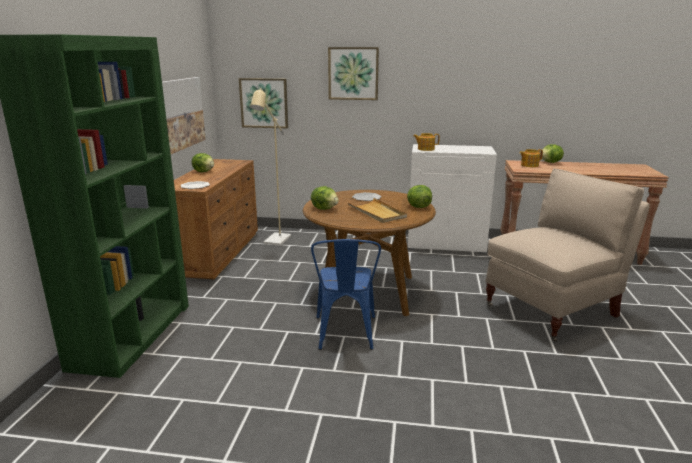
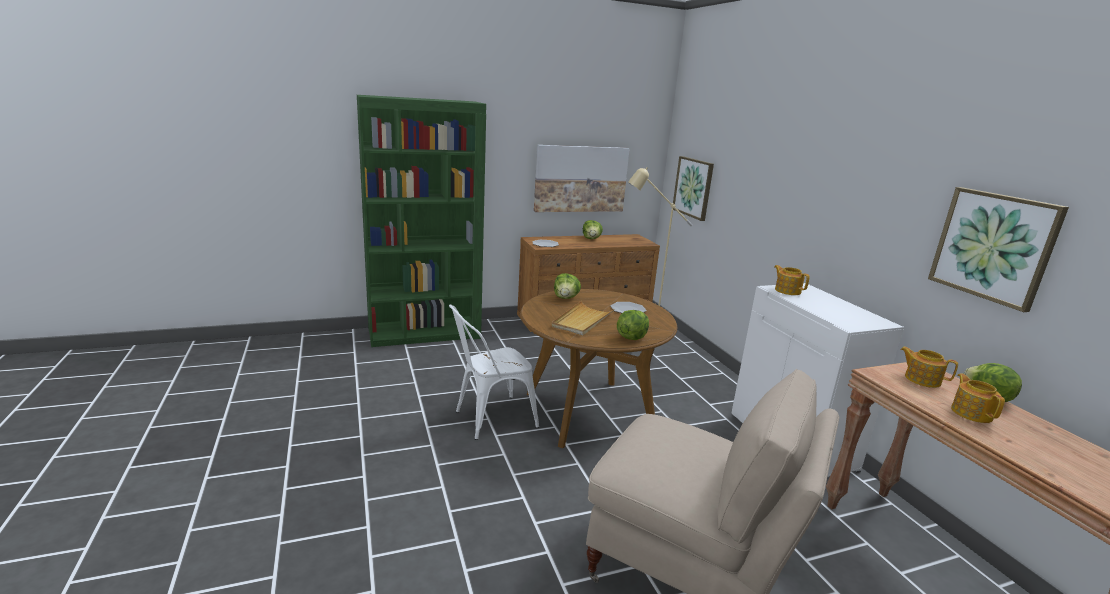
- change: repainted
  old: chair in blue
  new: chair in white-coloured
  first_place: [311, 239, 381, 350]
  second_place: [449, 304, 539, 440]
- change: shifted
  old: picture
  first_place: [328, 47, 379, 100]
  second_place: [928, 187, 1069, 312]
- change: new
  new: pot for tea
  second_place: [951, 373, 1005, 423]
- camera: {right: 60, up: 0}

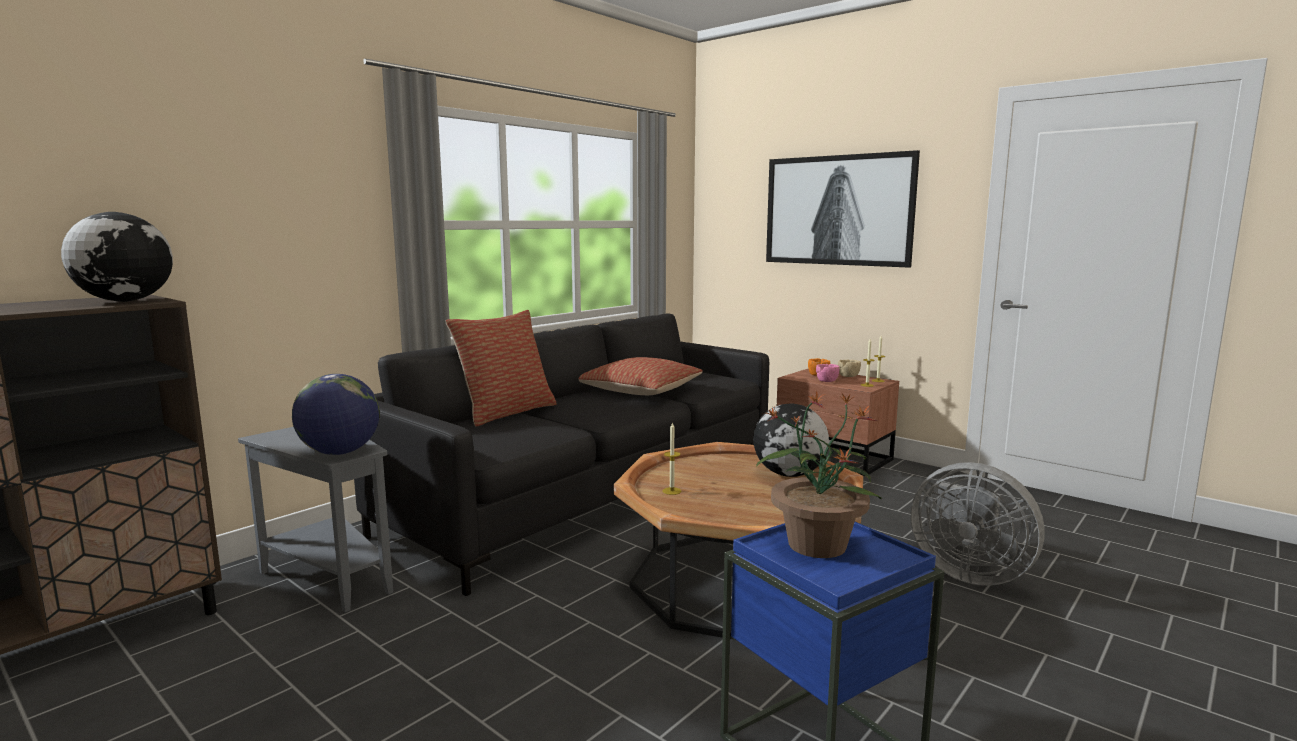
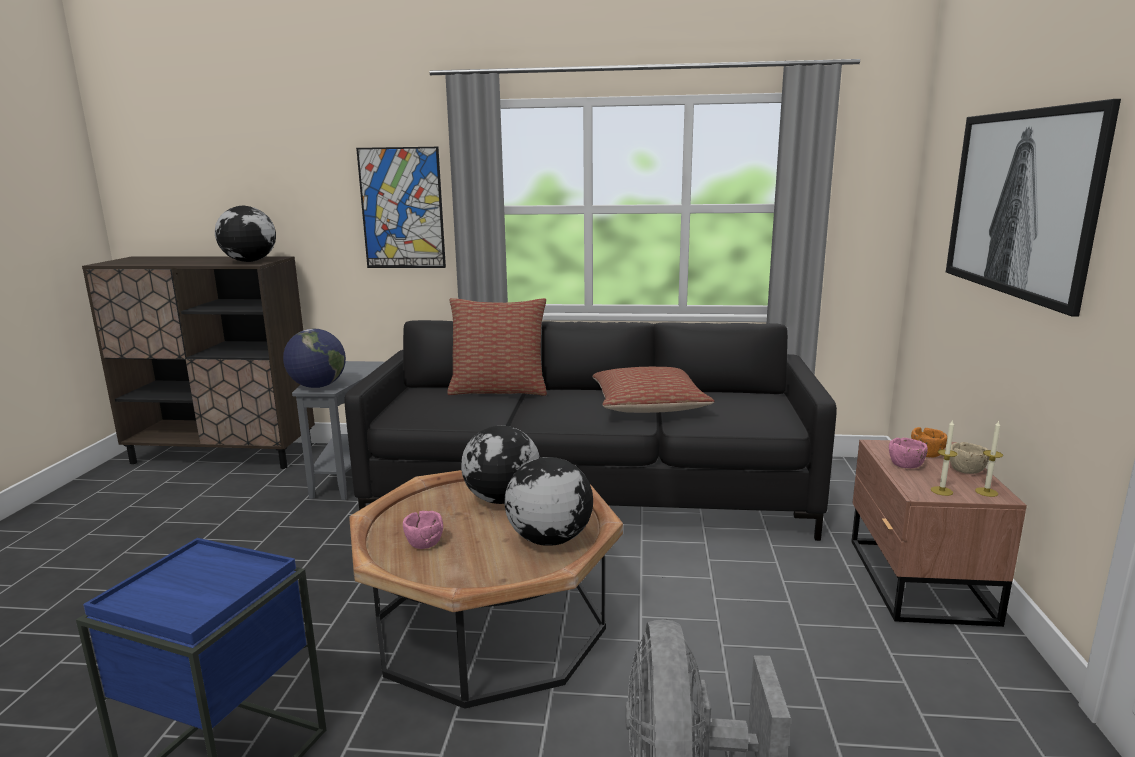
- change: new
  new: picture
  second_place: [356, 147, 446, 268]
- change: new
  new: bowl in pink
  second_place: [403, 511, 443, 549]
- change: new
  new: globe
  second_place: [461, 426, 540, 504]
- change: gone
  old: wax candle
  first_place: [663, 422, 681, 495]
- change: gone
  old: potted plant
  first_place: [756, 390, 881, 558]
- camera: {right: 55, up: 5}

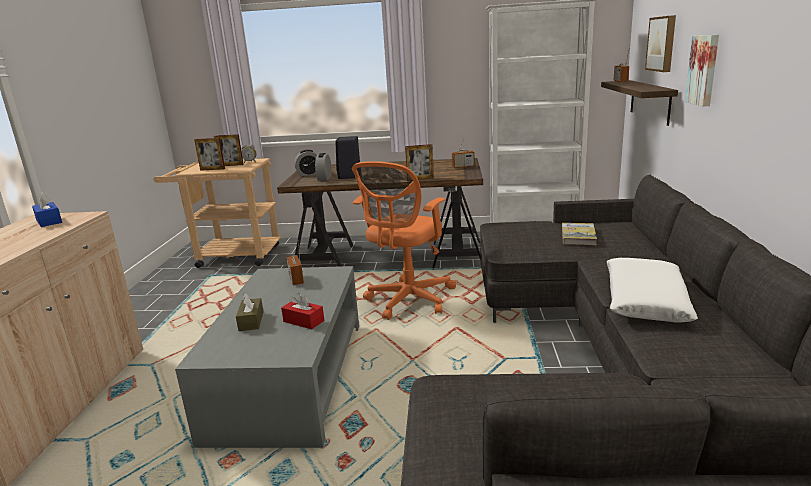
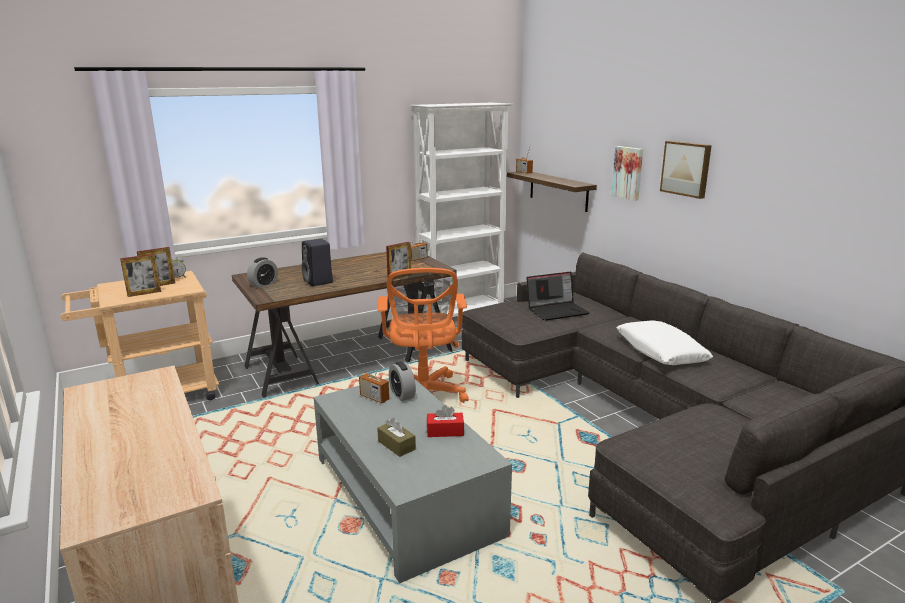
- change: shifted
  old: alarm clock
  first_place: [315, 153, 332, 181]
  second_place: [389, 361, 416, 401]
- change: swapped
  old: bound book
  new: laptop
  first_place: [562, 223, 597, 245]
  second_place: [526, 272, 590, 321]
- change: shifted
  old: picture
  first_place: [645, 15, 676, 72]
  second_place: [660, 141, 712, 199]
- change: gone
  old: tissue holder in blue
  first_place: [32, 192, 62, 227]
- camera: {right: -35, up: 0}

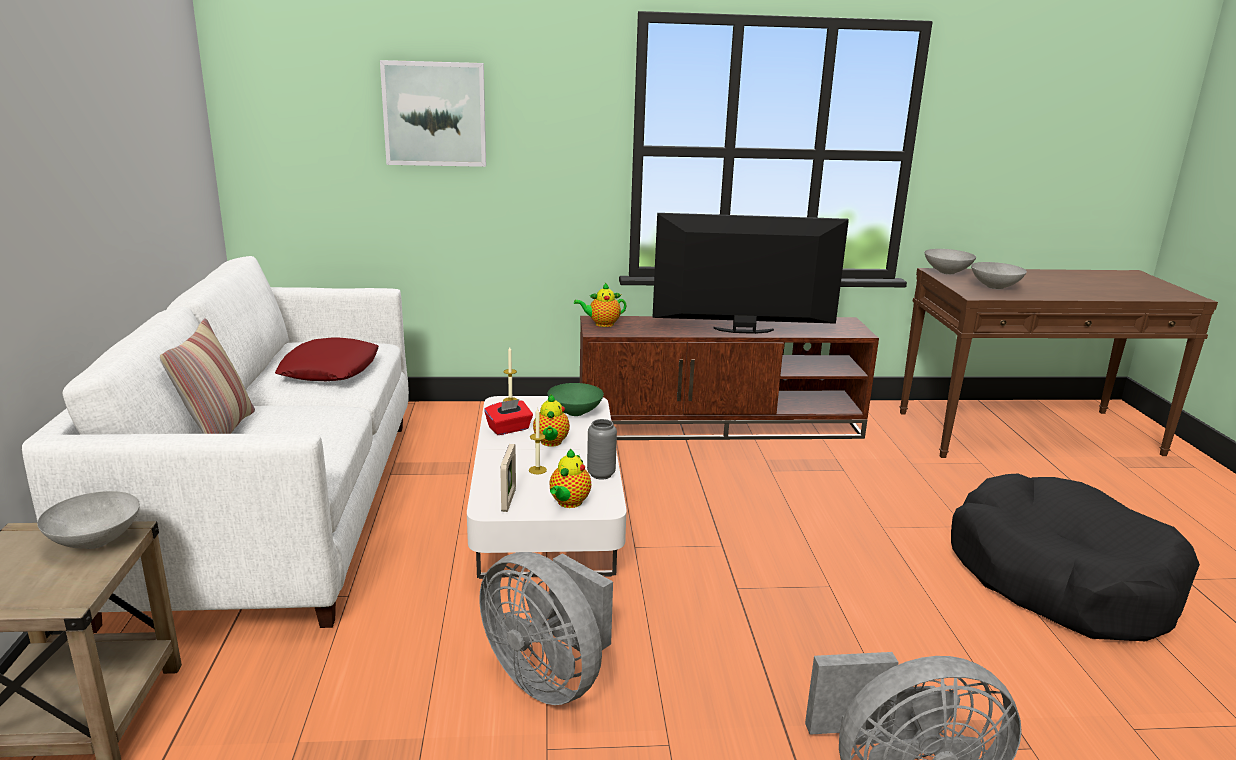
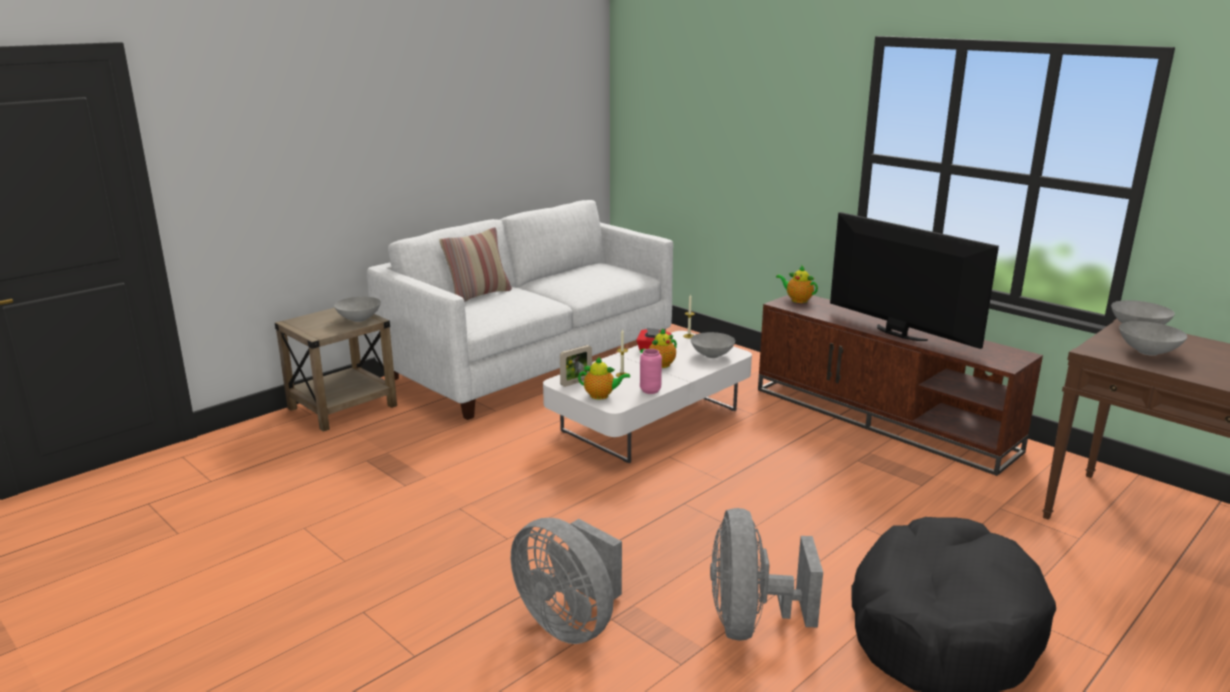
- change: rotated
  old: pot for tea
  first_place: [549, 449, 591, 508]
  second_place: [578, 357, 630, 399]
  degrees: -150
- change: repainted
  old: decorative vase in grey
  new: decorative vase in pink
  first_place: [587, 419, 617, 479]
  second_place: [640, 349, 662, 394]
- change: repainted
  old: bowl in greenish
  new: bowl in grey
  first_place: [547, 383, 604, 416]
  second_place: [690, 332, 735, 358]
- change: shifted
  old: fan in grey
  first_place: [479, 552, 613, 705]
  second_place: [710, 508, 823, 641]
- change: gone
  old: cushion in reddish
  first_place: [275, 338, 379, 381]
- change: gone
  old: picture
  first_place: [380, 60, 486, 167]
- camera: {right: 50, up: 0}

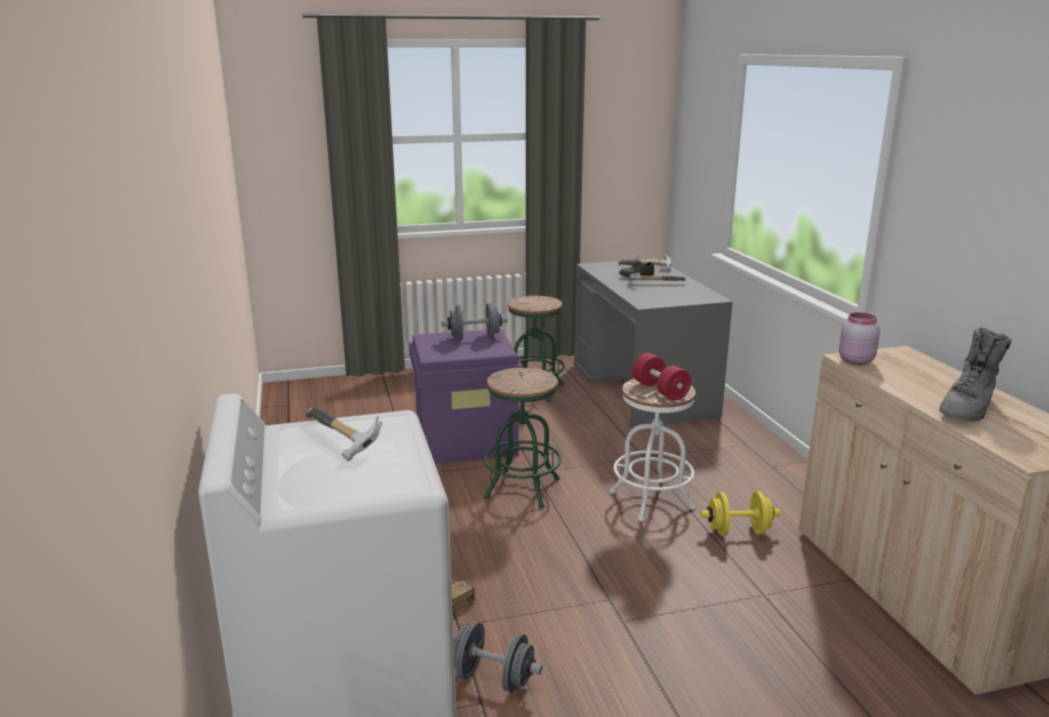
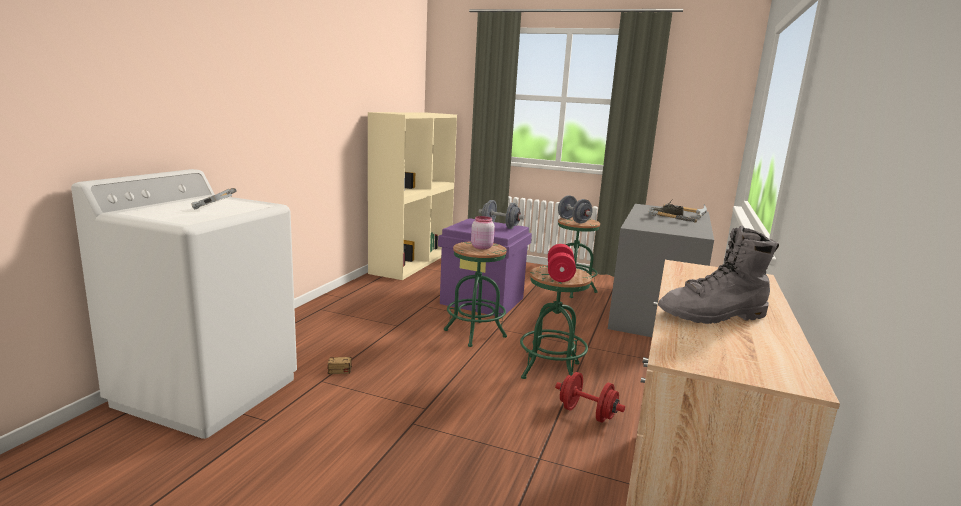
- change: new
  new: bookcase in sand-coloured
  second_place: [368, 112, 457, 280]
- change: shifted
  old: storage jar in pink
  first_place: [839, 312, 880, 365]
  second_place: [471, 216, 495, 249]
- change: repainted
  old: stool in white-coloured
  new: stool in greenish
  first_place: [610, 379, 696, 521]
  second_place: [520, 266, 592, 379]
- change: repainted
  old: dumbbell in yellow-coloured
  new: dumbbell in reddish
  first_place: [700, 491, 781, 536]
  second_place: [555, 372, 625, 423]
- change: shifted
  old: dumbbell in grey
  first_place: [454, 621, 543, 693]
  second_place: [558, 195, 593, 224]
- camera: {right: 35, up: -5}

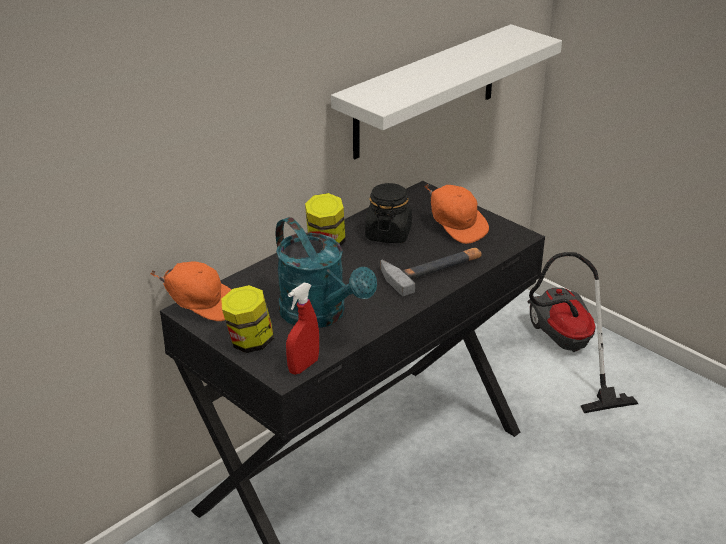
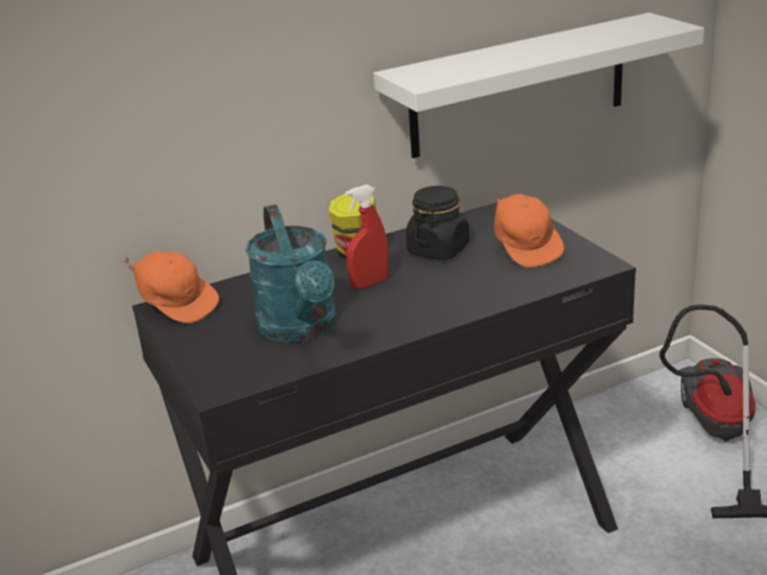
- change: shifted
  old: spray bottle in reddish
  first_place: [286, 283, 319, 375]
  second_place: [345, 184, 389, 289]
- change: gone
  old: storage jar
  first_place: [221, 285, 274, 353]
- change: gone
  old: hammer
  first_place: [380, 248, 481, 296]
- camera: {right: 20, up: -5}

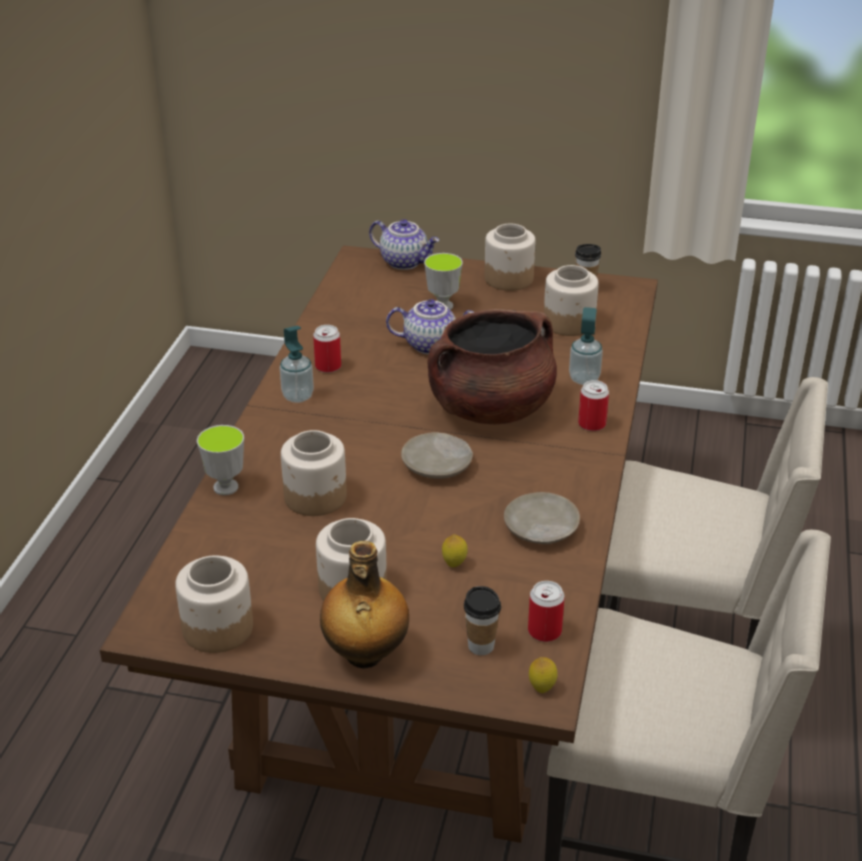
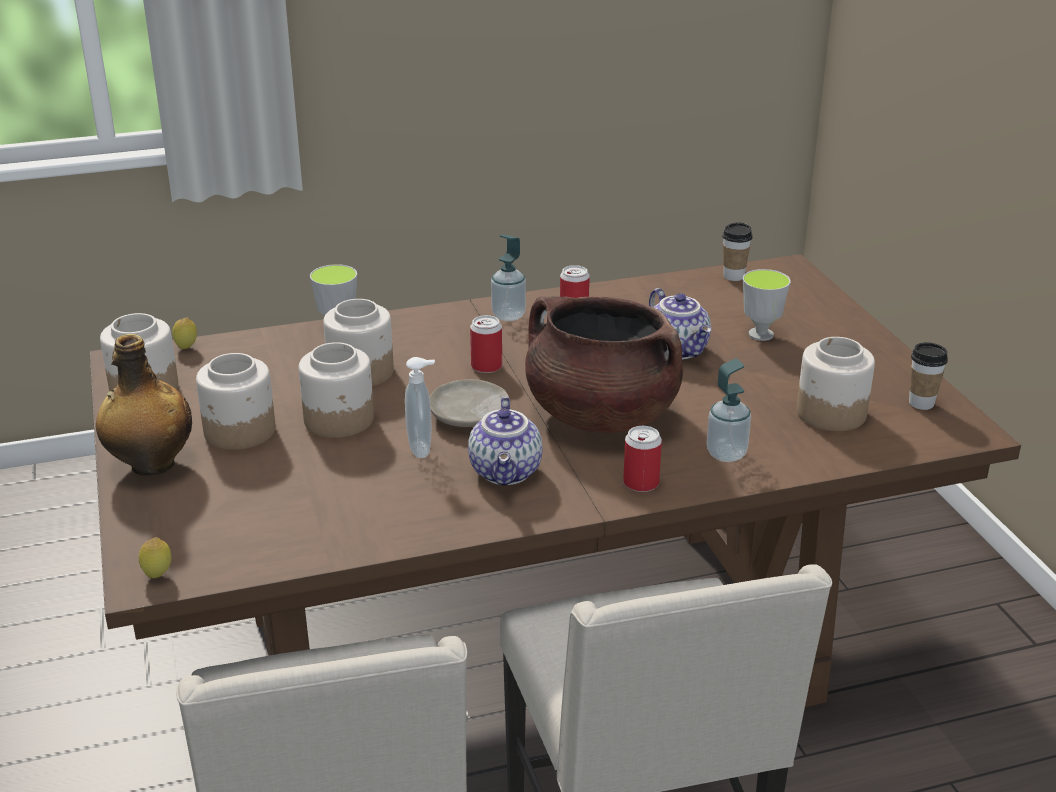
- change: shifted
  old: lemon
  first_place: [442, 534, 468, 567]
  second_place: [172, 317, 197, 349]
- change: shifted
  old: storage jar
  first_place: [484, 224, 536, 291]
  second_place: [299, 342, 374, 438]
- change: new
  new: liquid soap bottle
  second_place: [405, 357, 435, 458]
- change: shifted
  old: pot for tea
  first_place: [369, 219, 439, 270]
  second_place: [468, 397, 543, 486]
- change: shifted
  old: metal can
  first_place: [528, 581, 565, 642]
  second_place: [470, 315, 502, 373]
- change: shifted
  old: small cup
  first_place: [464, 586, 501, 655]
  second_place: [722, 222, 752, 281]
- change: gone
  old: flat dish in sand-coloured
  first_place: [504, 492, 580, 544]
- camera: {right: 60, up: -5}

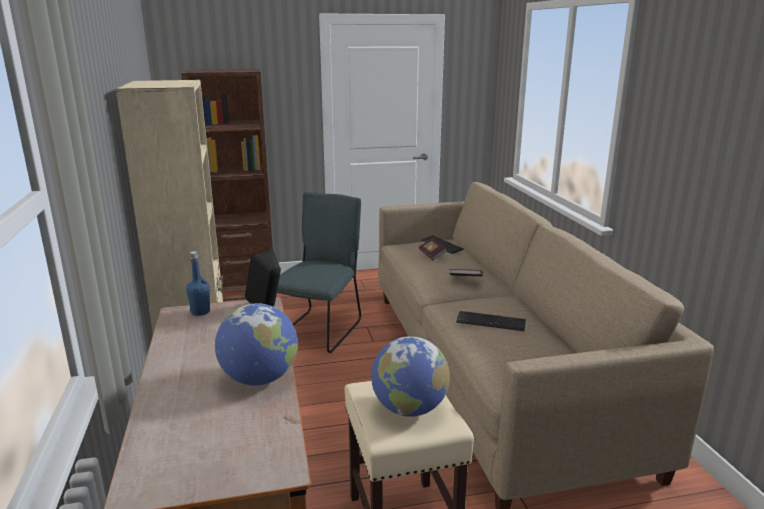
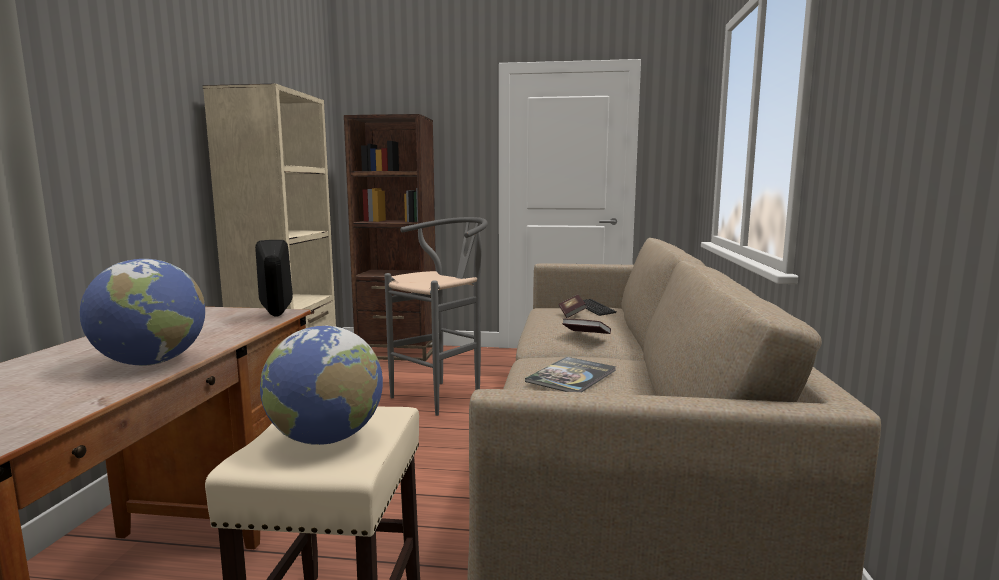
- change: swapped
  old: chair in grey
  new: stool in grey
  first_place: [277, 192, 361, 353]
  second_place: [384, 217, 488, 416]
- change: swapped
  old: PC keyboard
  new: bound book
  first_place: [456, 311, 526, 331]
  second_place: [525, 357, 616, 392]
- change: gone
  old: bottle in blue
  first_place: [186, 251, 210, 316]
- camera: {right: 20, up: -10}

